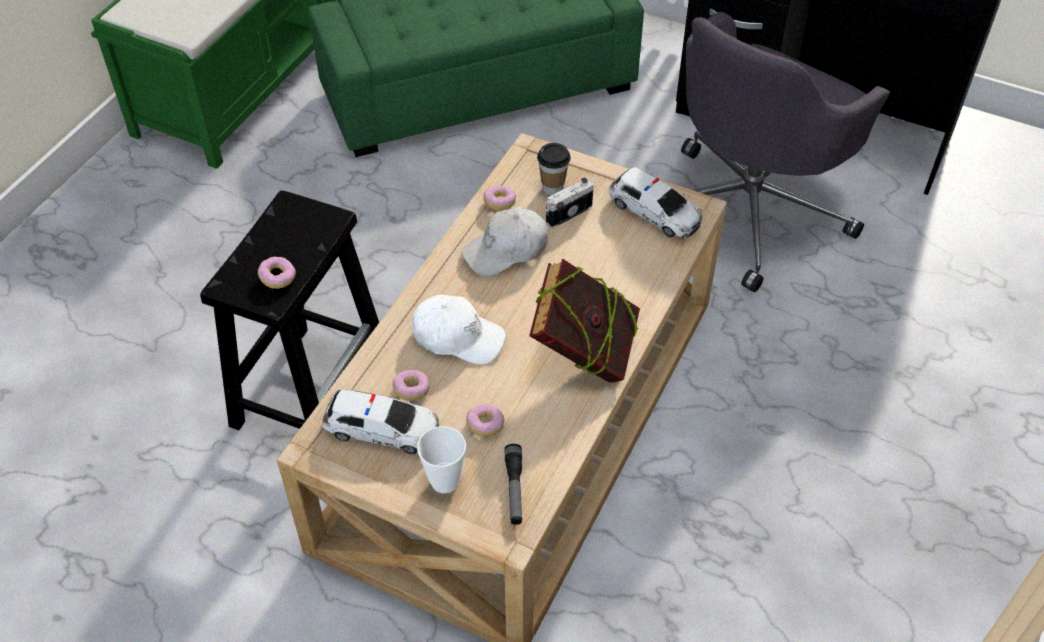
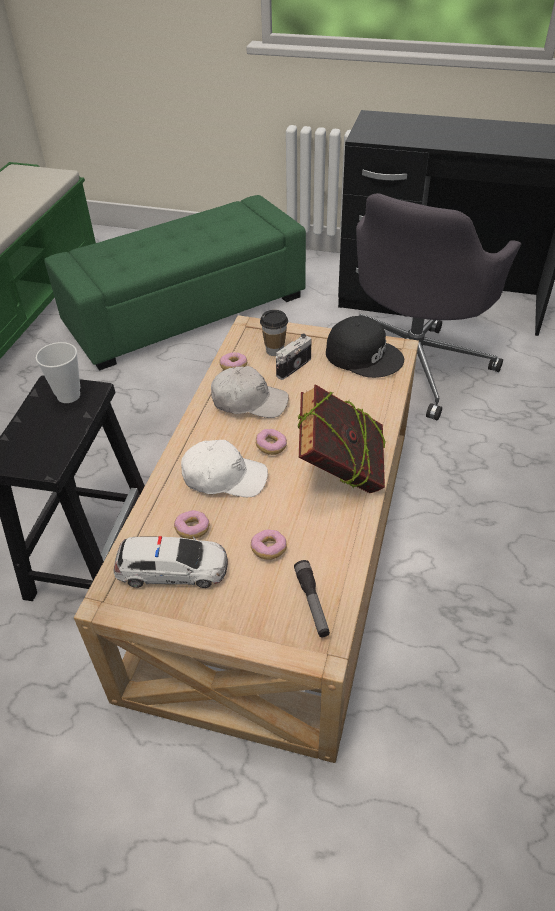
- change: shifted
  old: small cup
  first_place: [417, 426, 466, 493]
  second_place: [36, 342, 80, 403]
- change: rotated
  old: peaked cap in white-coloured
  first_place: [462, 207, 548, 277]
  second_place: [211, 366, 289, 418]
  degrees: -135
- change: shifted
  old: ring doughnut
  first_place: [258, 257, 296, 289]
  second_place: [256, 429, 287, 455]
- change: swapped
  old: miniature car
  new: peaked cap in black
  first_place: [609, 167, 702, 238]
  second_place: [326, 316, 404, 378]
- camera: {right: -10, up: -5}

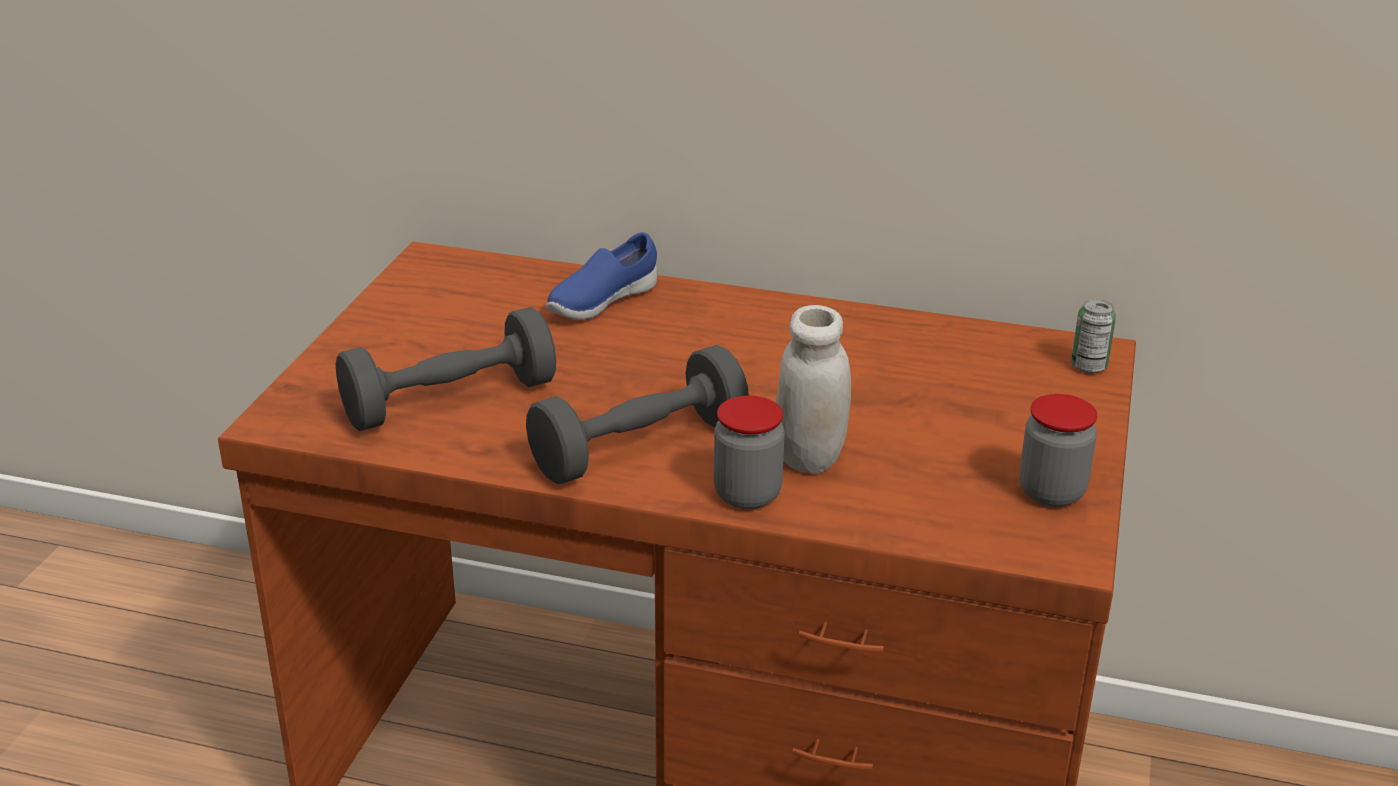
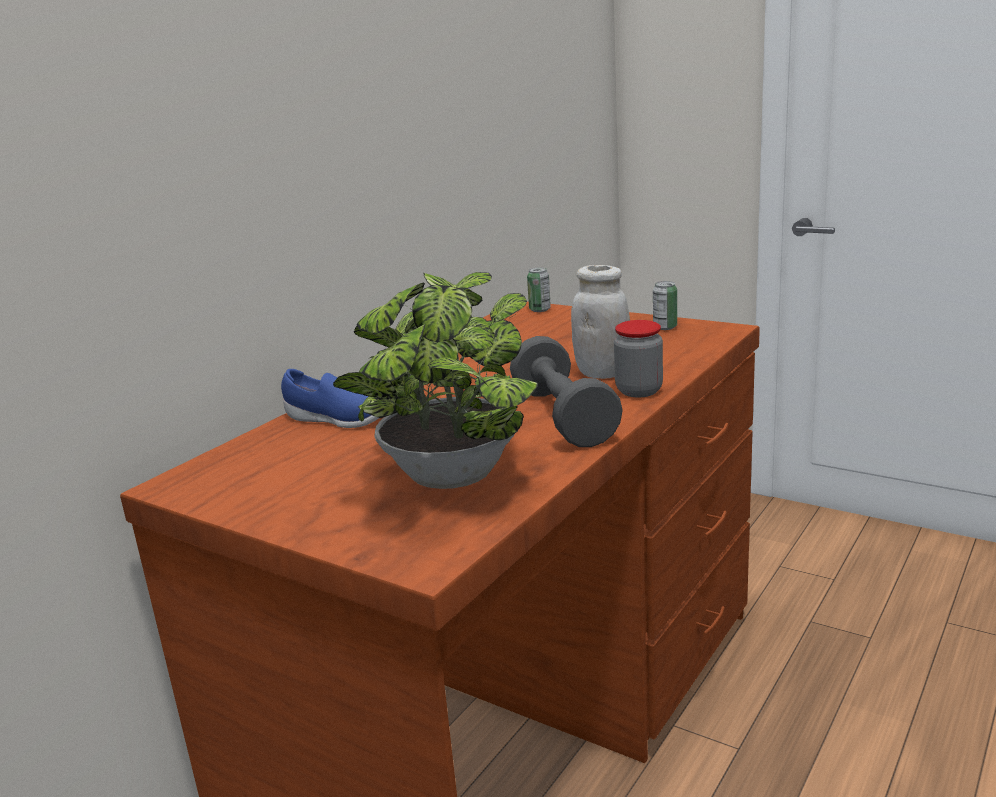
- change: rotated
  old: item of footwear in blue
  first_place: [546, 232, 657, 320]
  second_place: [281, 369, 379, 428]
  degrees: -45
- change: swapped
  old: dumbbell in grey
  new: potted plant
  first_place: [336, 307, 556, 431]
  second_place: [333, 272, 538, 489]
- change: swapped
  old: storage jar
  new: metal can
  first_place: [1019, 394, 1097, 507]
  second_place: [653, 281, 677, 330]
- camera: {right: -70, up: -10}

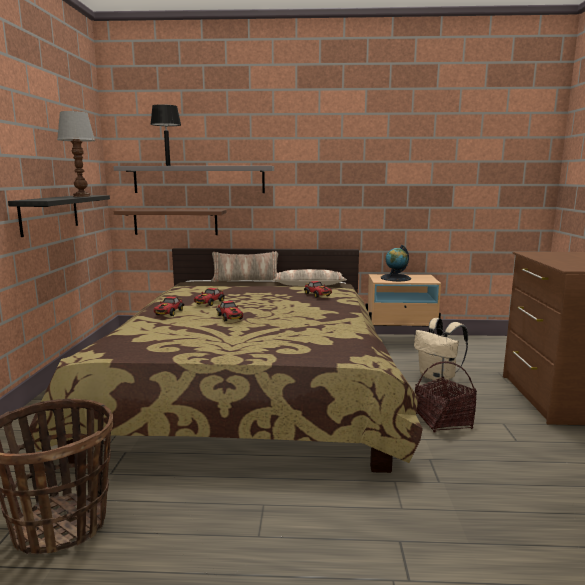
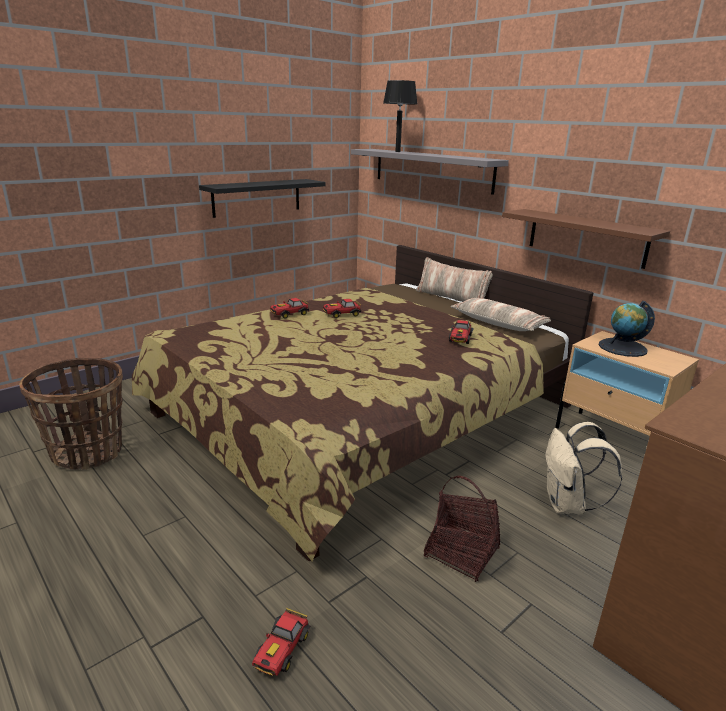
- change: shifted
  old: miniature car
  first_place: [216, 301, 243, 321]
  second_place: [252, 608, 311, 676]
- change: shifted
  old: shelf in brown
  first_place: [114, 209, 227, 235]
  second_place: [502, 209, 670, 269]
- change: gone
  old: lamp for a table
  first_place: [57, 111, 95, 197]
- camera: {right: 45, up: 10}

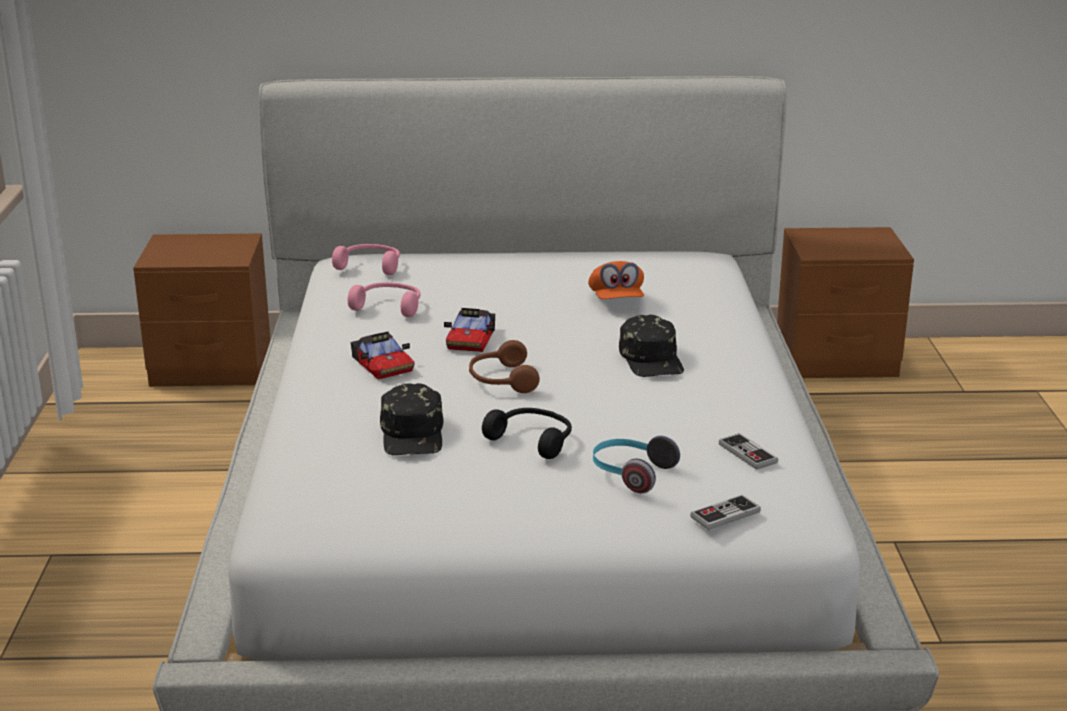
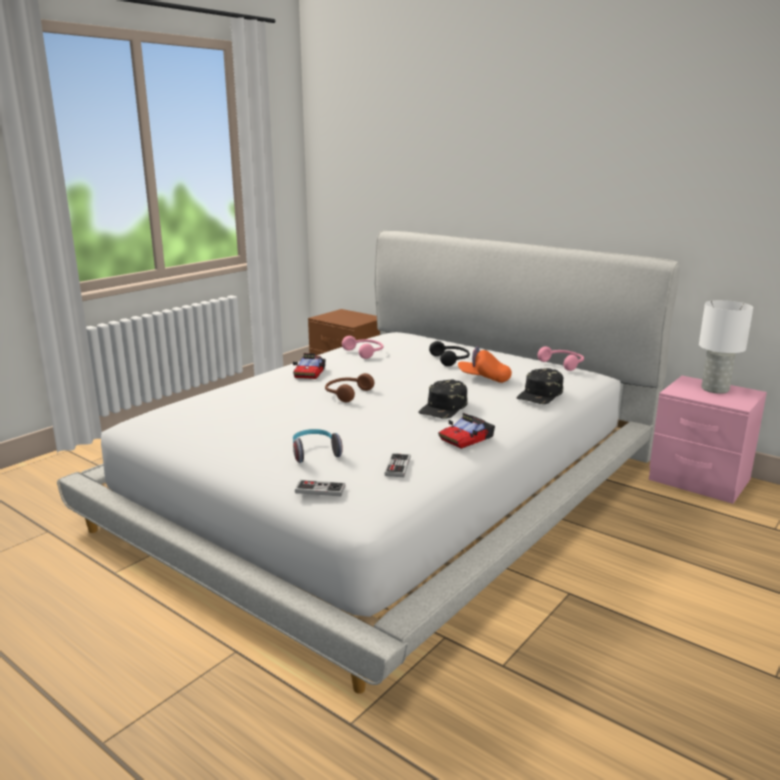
- change: shifted
  old: pair of headphones in black
  first_place: [482, 408, 572, 459]
  second_place: [429, 341, 470, 366]
- change: shifted
  old: miniature car
  first_place: [444, 308, 495, 352]
  second_place: [438, 413, 495, 449]
- change: rotated
  old: peaked cap in orange
  first_place: [588, 261, 644, 299]
  second_place: [458, 346, 512, 383]
  degrees: 75
- change: shifted
  old: peaked cap in black
  first_place: [380, 383, 443, 455]
  second_place: [517, 368, 563, 404]
- change: shifted
  old: pair of headphones in pink
  first_place: [332, 244, 400, 275]
  second_place: [538, 346, 584, 371]
- change: repainted
  old: bedside table in brown
  new: bedside table in pink
  first_place: [777, 227, 914, 378]
  second_place: [649, 376, 767, 504]
- change: new
  new: lamp for a table in white-coloured
  second_place: [699, 300, 753, 394]
- camera: {right: 40, up: -5}

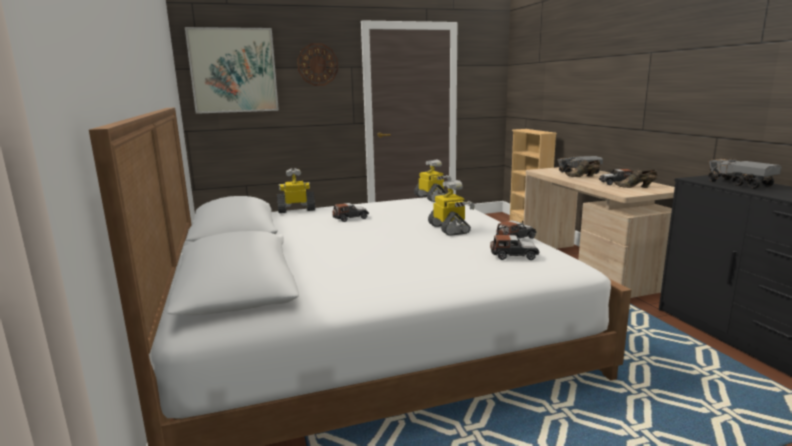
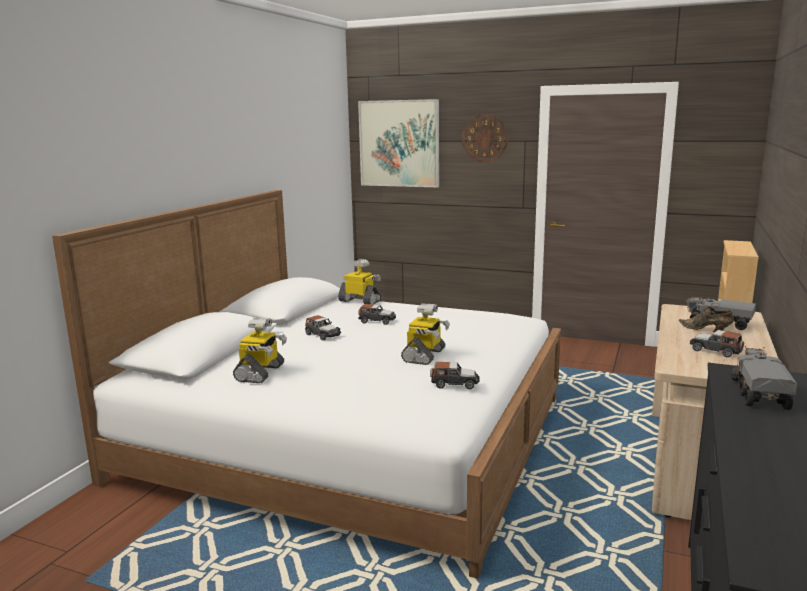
- change: shifted
  old: robot figure
  first_place: [414, 159, 452, 202]
  second_place: [233, 318, 287, 383]
- change: shifted
  old: miniature car
  first_place: [490, 235, 540, 260]
  second_place: [305, 315, 341, 341]
- change: gone
  old: item of footwear in brown
  first_place: [614, 169, 658, 188]
- camera: {right: 40, up: 0}

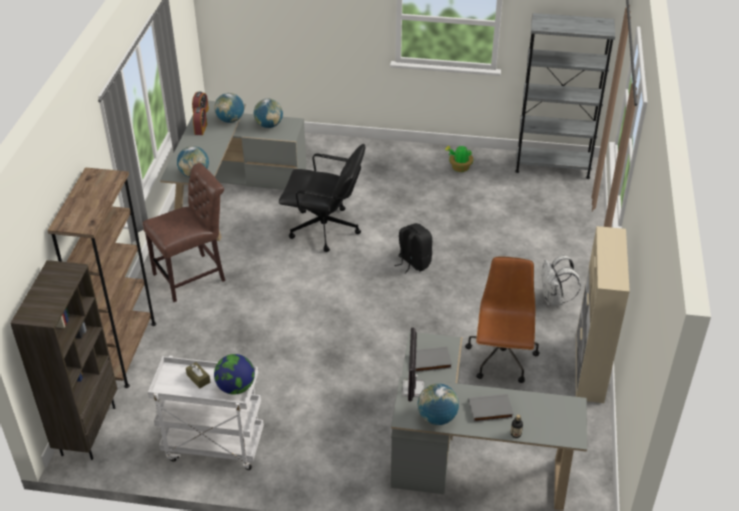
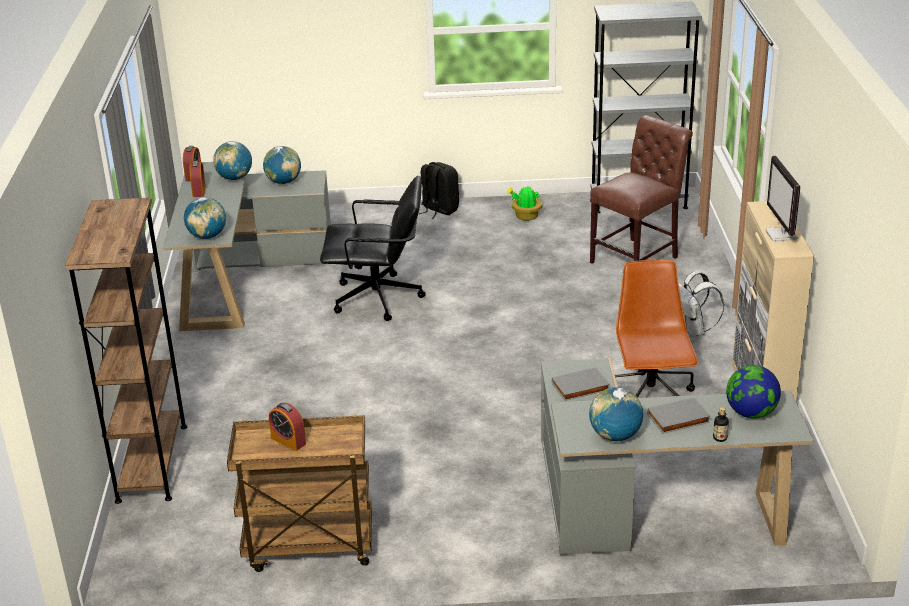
- change: repainted
  old: wheeled cart in white-coloured
  new: wheeled cart in brown
  first_place: [148, 356, 264, 470]
  second_place: [227, 414, 372, 572]
- change: swapped
  old: tissue holder in brown
  new: alarm clock
  first_place: [186, 362, 210, 388]
  second_place: [269, 403, 306, 451]
- change: shifted
  old: knapsack in black
  first_place: [394, 223, 432, 274]
  second_place: [419, 162, 459, 219]
- change: shifted
  old: chair in brown
  first_place: [143, 163, 225, 302]
  second_place: [590, 115, 693, 264]
- change: shifted
  old: globe
  first_place: [214, 354, 255, 395]
  second_place: [726, 365, 781, 418]
- change: shifted
  old: monitor
  first_place: [402, 327, 424, 401]
  second_place: [765, 156, 800, 242]
- change: gone
  old: bookcase in brown
  first_place: [10, 260, 118, 460]
- camera: {right: -10, up: -10}

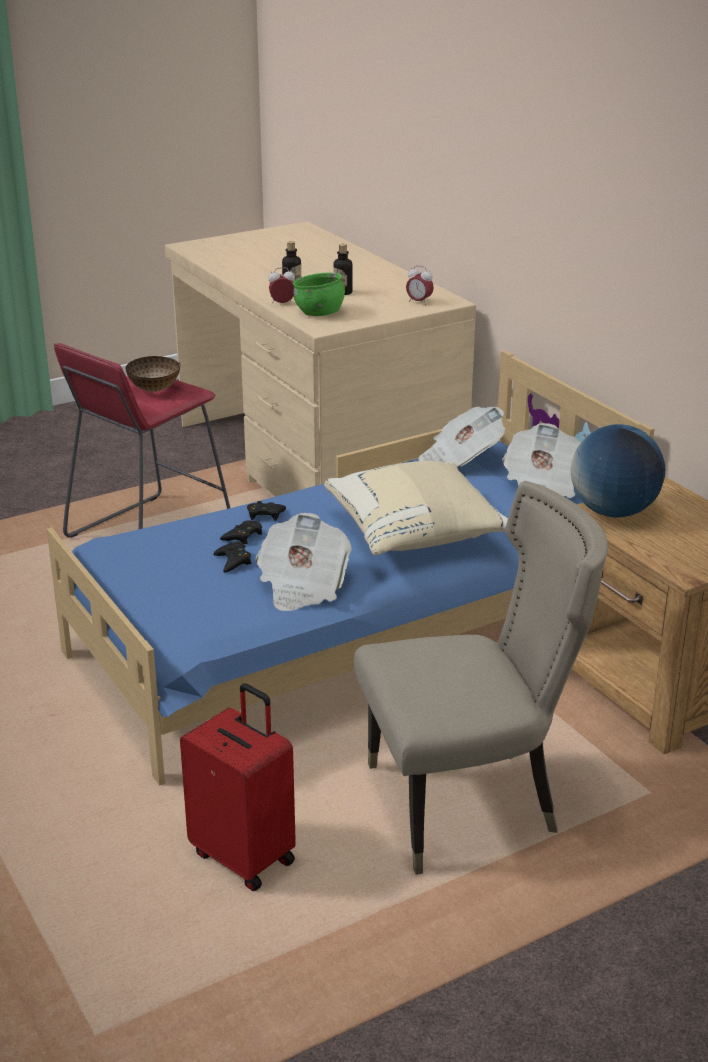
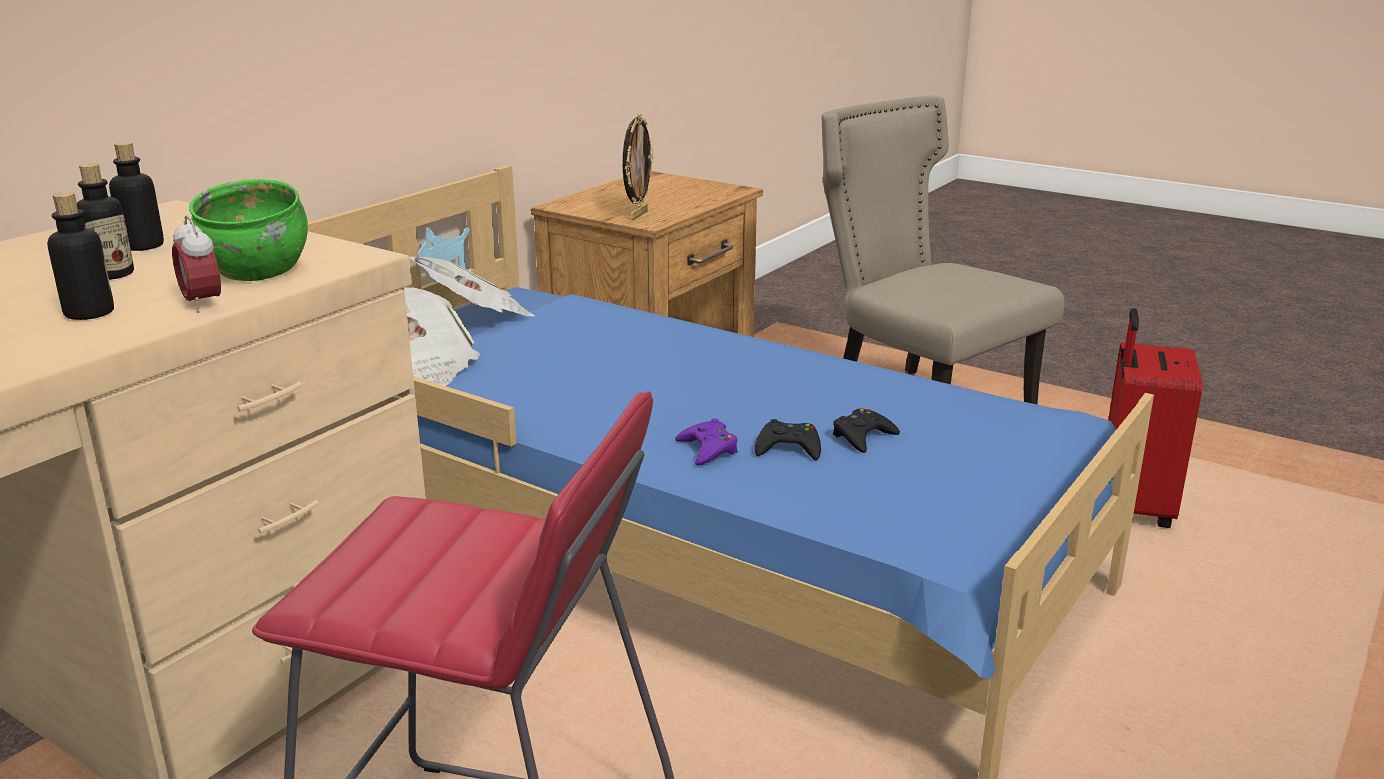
- change: new
  new: bottle
  second_place: [109, 142, 164, 251]
- change: swapped
  old: globe
  new: standing frame
  first_place: [571, 424, 665, 517]
  second_place: [623, 114, 654, 220]
- change: repainted
  old: gamepad in black
  new: gamepad in purplish
  first_place: [247, 501, 286, 521]
  second_place: [675, 419, 738, 466]
- change: gone
  old: bowl
  first_place: [125, 356, 180, 392]
- change: gone
  old: newspaper
  first_place: [256, 513, 352, 611]
- change: gone
  old: cushion in sand-coloured
  first_place: [324, 461, 508, 555]
- change: gone
  old: alarm clock
  first_place: [406, 265, 434, 305]
- camera: {right: -115, up: -5}

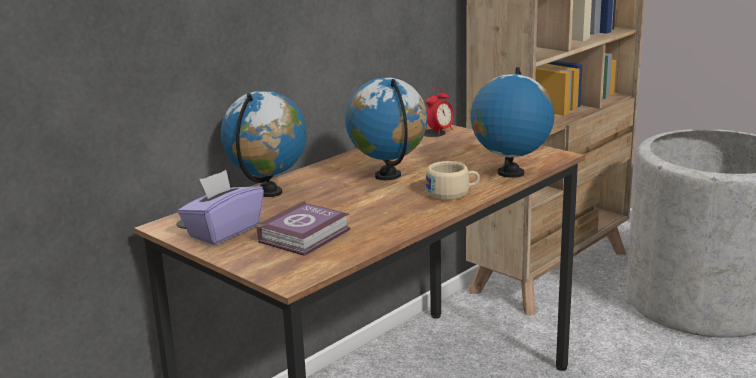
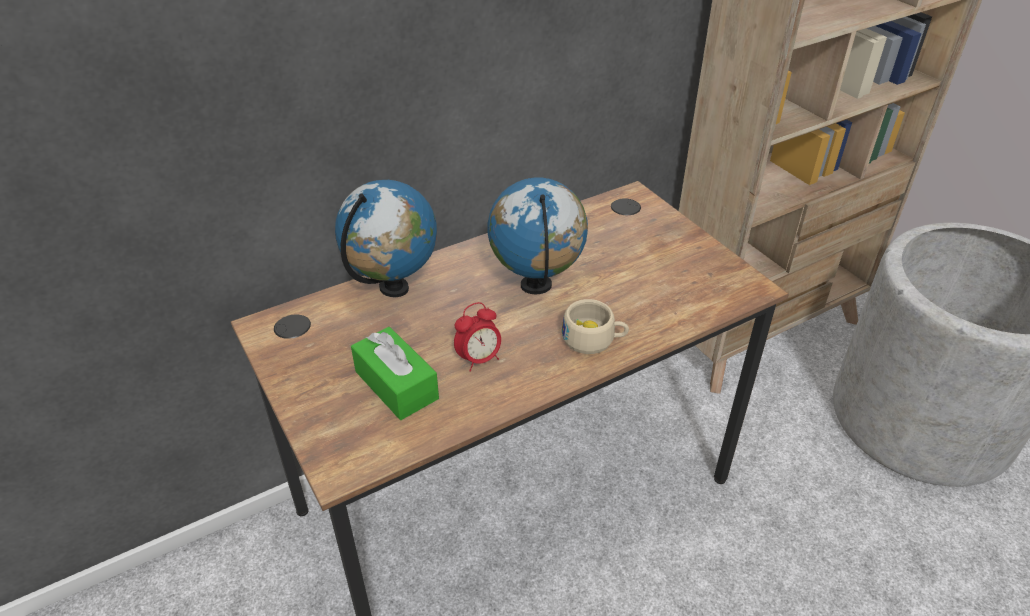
- change: swapped
  old: bound book
  new: tissue holder in greenish
  first_place: [257, 201, 350, 256]
  second_place: [351, 327, 439, 420]
- change: shifted
  old: alarm clock
  first_place: [426, 87, 454, 135]
  second_place: [454, 302, 501, 372]
- change: gone
  old: tissue holder in purplish
  first_place: [178, 170, 264, 245]
- change: gone
  old: globe
  first_place: [471, 67, 554, 178]
- camera: {right: 15, up: 20}

